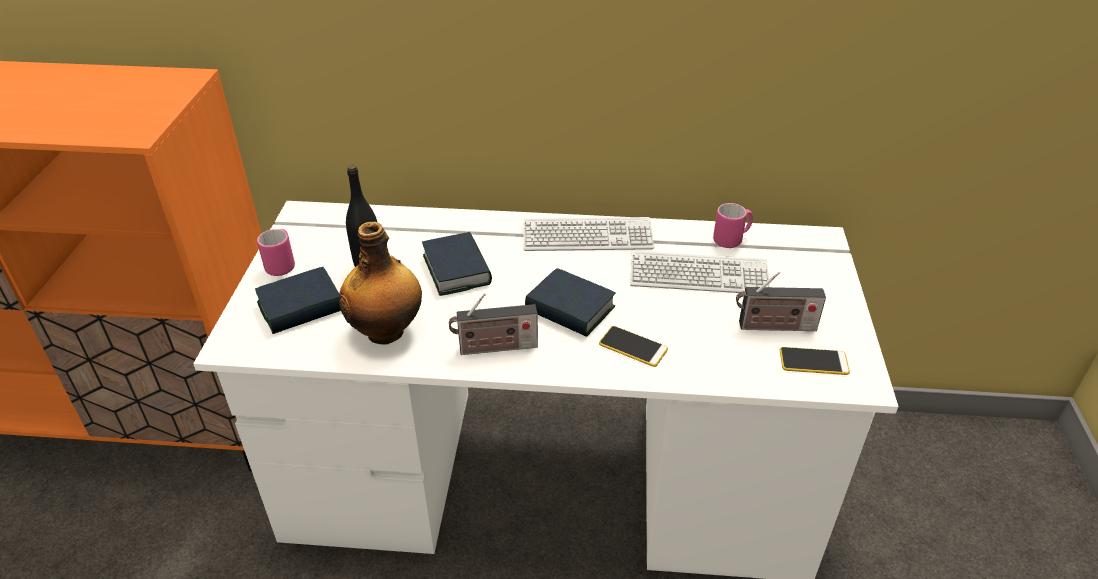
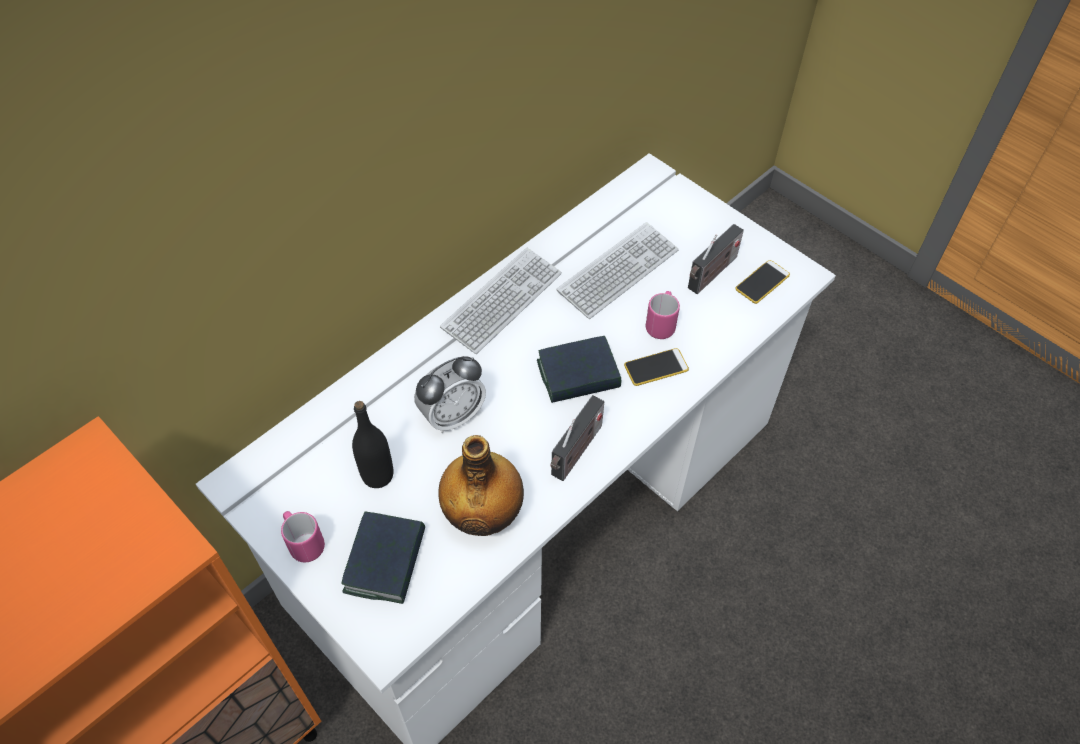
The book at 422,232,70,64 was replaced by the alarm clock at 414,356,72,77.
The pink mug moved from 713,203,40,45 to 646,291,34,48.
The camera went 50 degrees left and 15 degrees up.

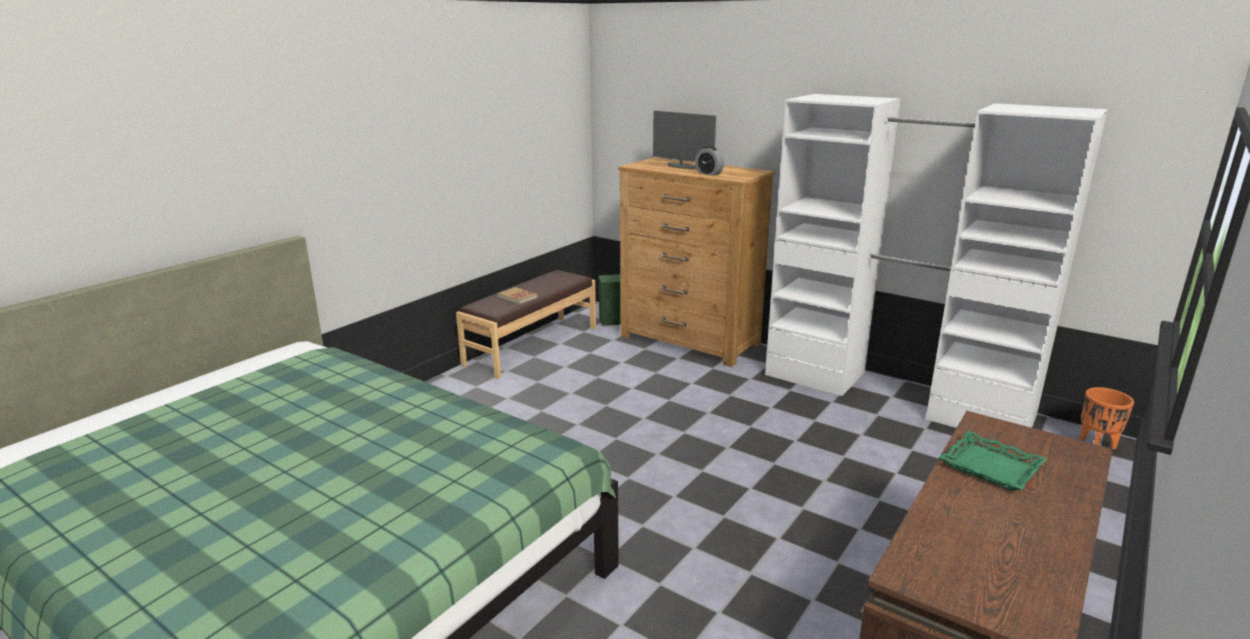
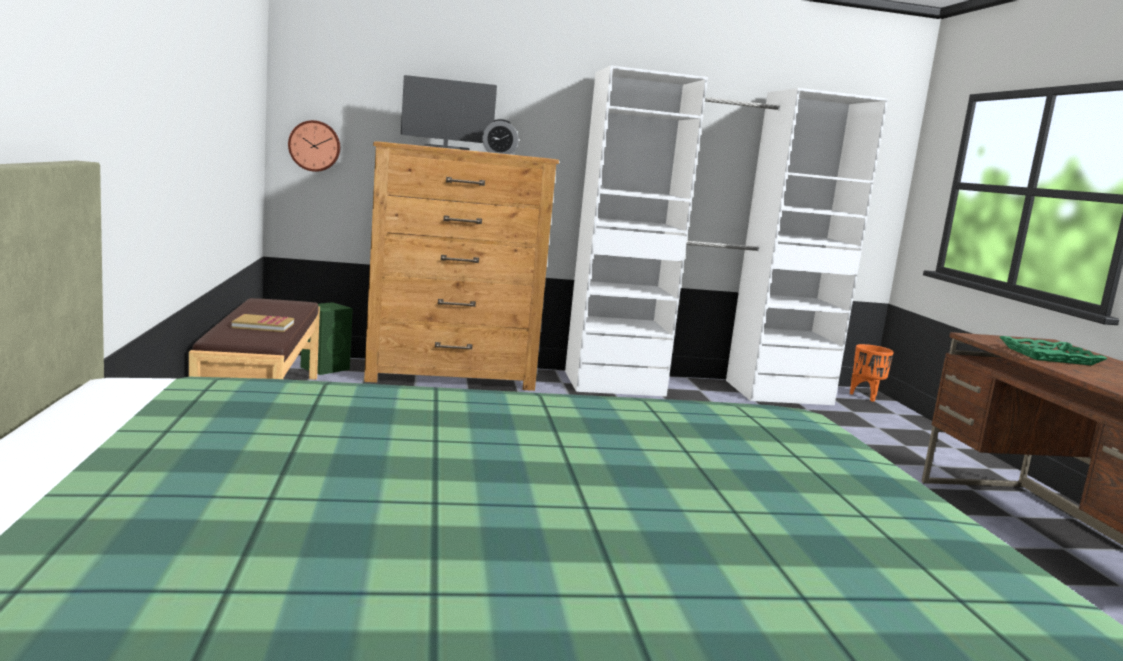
The wall clock at 288,120,52,52 appeared.
The camera went 45 degrees left and 10 degrees down.

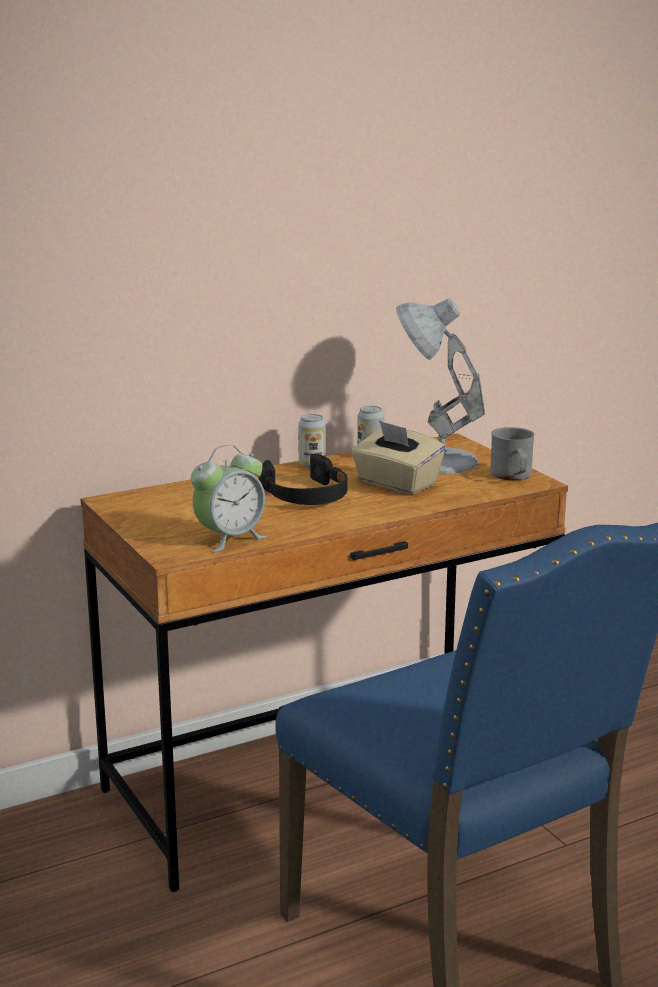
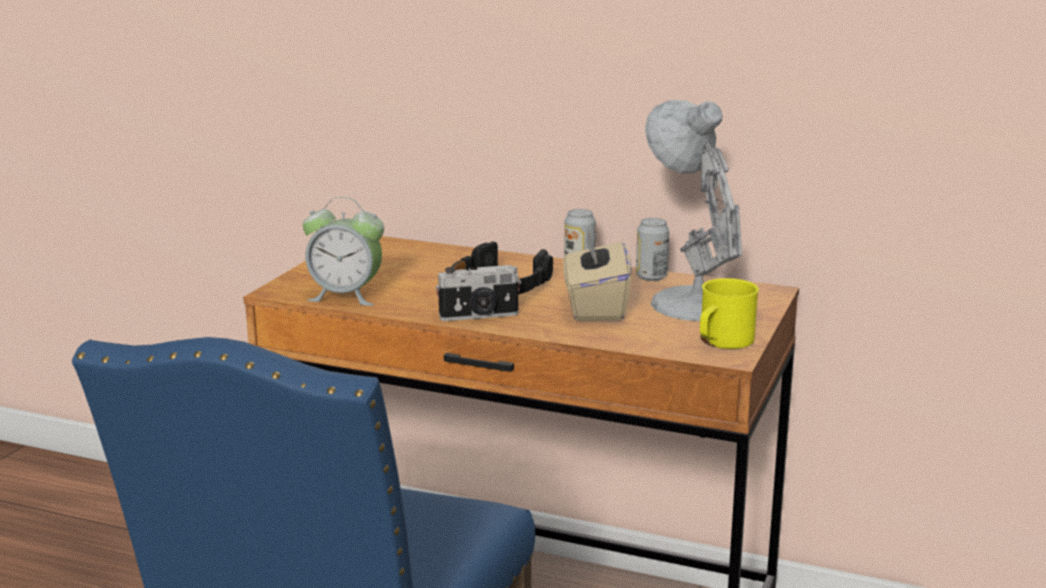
The photo camera at 435,265,86,56 appeared.
The grey mug at 490,427,45,53 became the yellow mug at 700,278,59,71.
The camera went 50 degrees right and 0 degrees up.

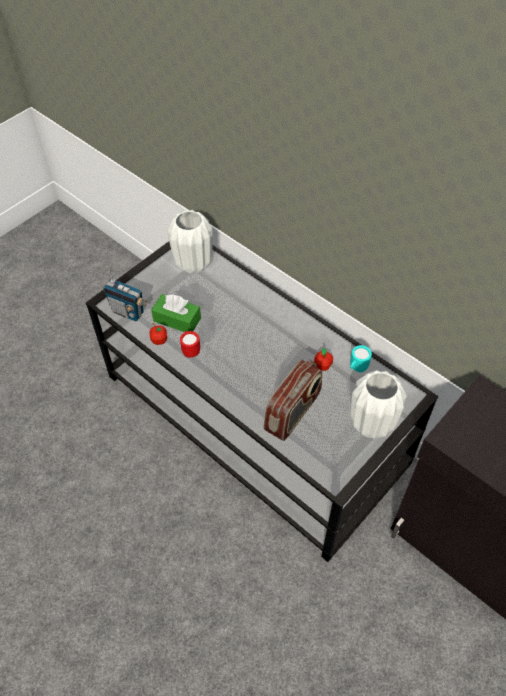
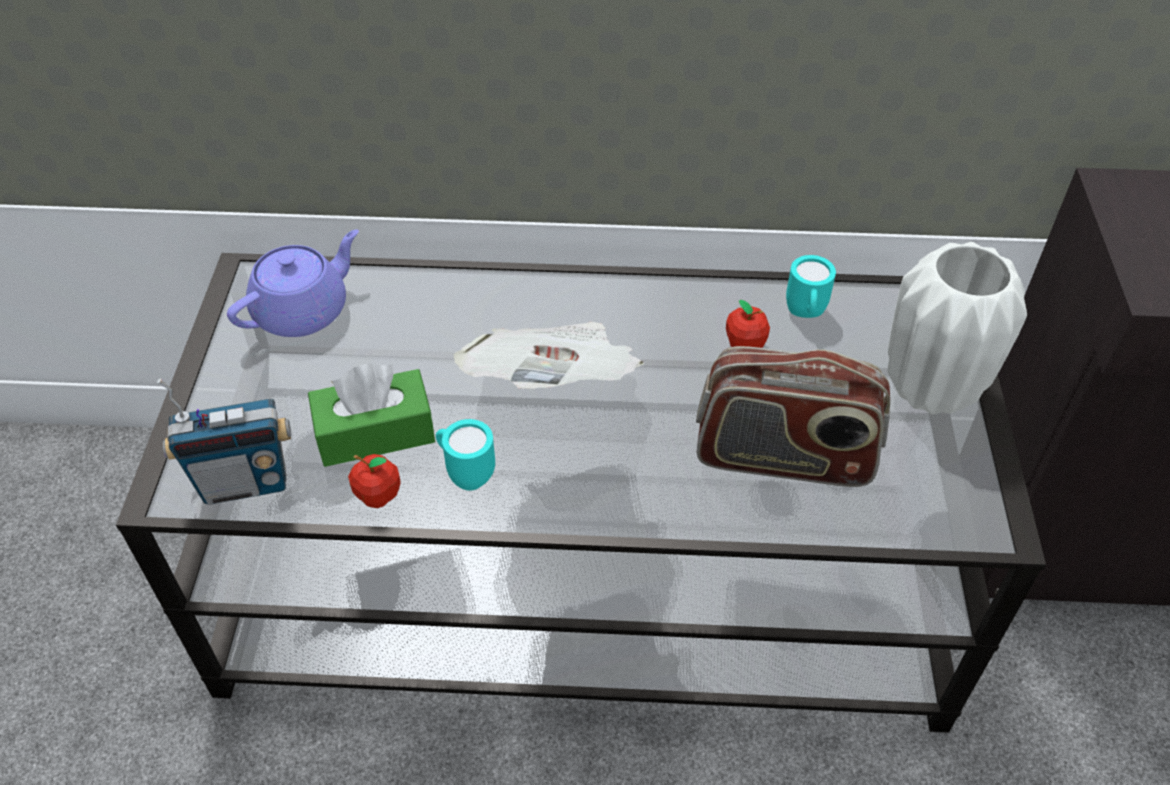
The white vase at 167,210,46,64 was replaced by the purple teapot at 227,229,132,108.
The red mug at 180,331,20,27 became the turquoise mug at 436,419,59,72.
The newspaper at 453,322,191,67 appeared.
The radio at 264,359,58,82 turned 105 degrees clockwise.
The camera went 40 degrees left and 5 degrees down.

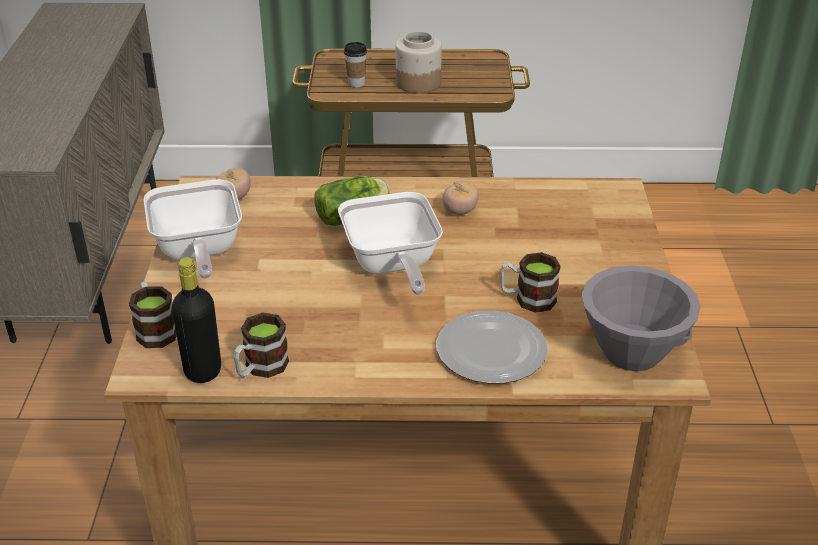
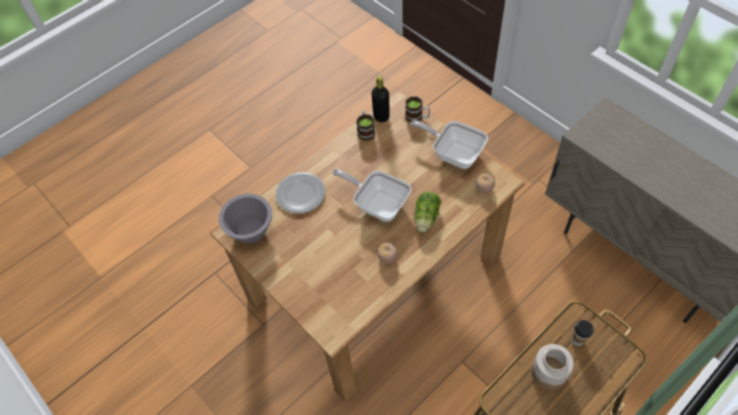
The mug at 500,252,61,61 disappeared.
The camera went 140 degrees right and 20 degrees up.

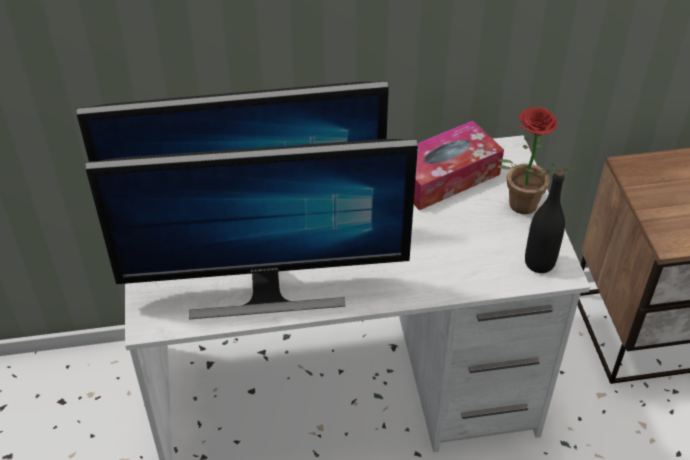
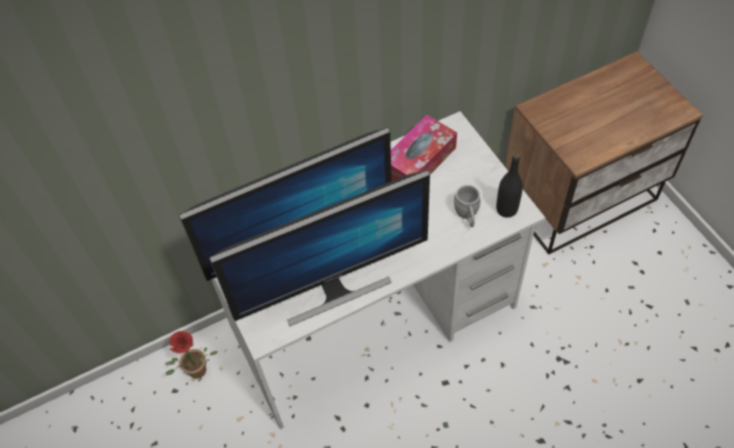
The potted plant moved from 497,107,80,107 to 166,331,52,48.
The grey mug at 454,185,27,42 appeared.
The camera went 15 degrees left and 10 degrees up.

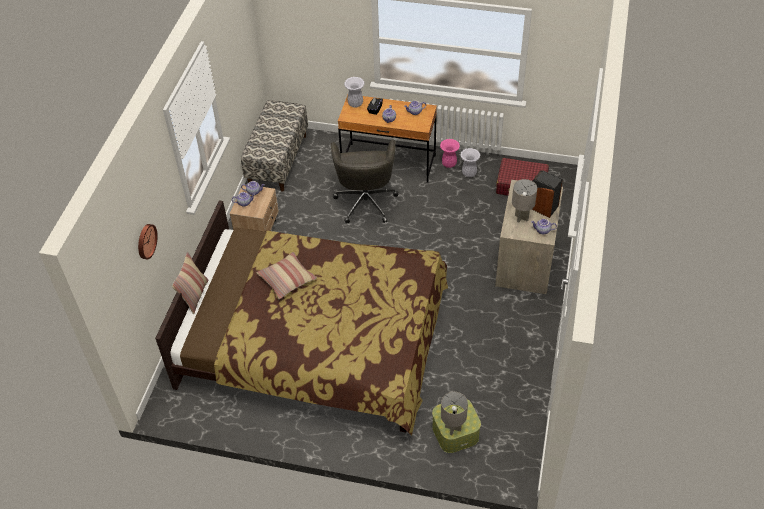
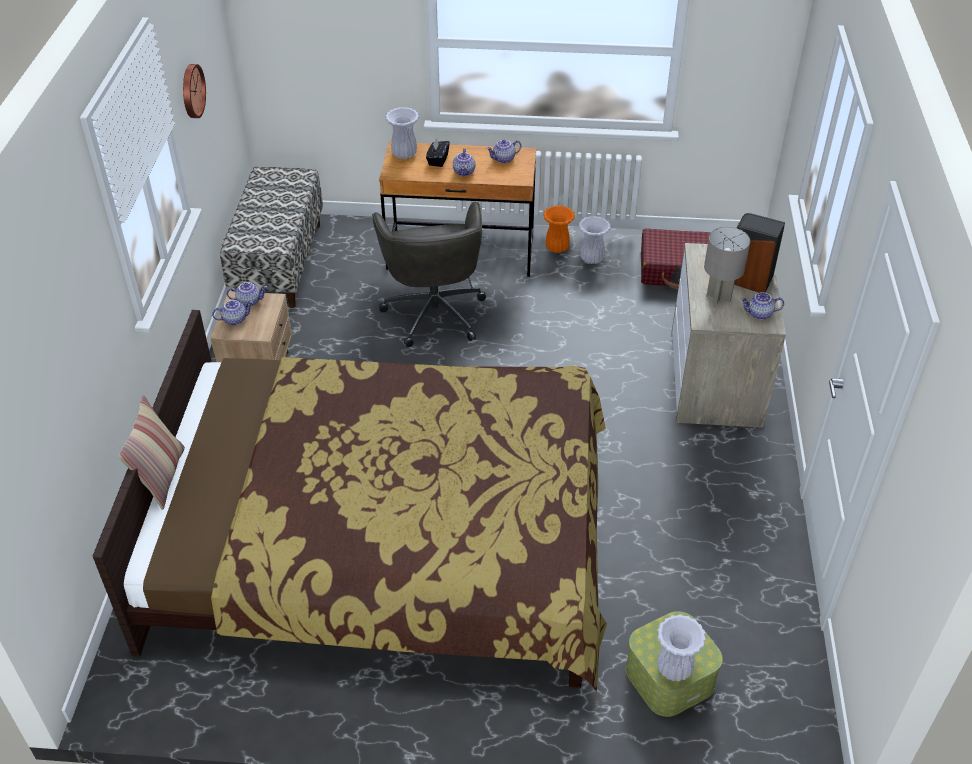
The wall clock moved from 138,224,20,35 to 183,64,23,54.
The pink vase at 440,139,20,29 became the orange vase at 543,205,32,48.
The grey table lamp at 441,392,27,43 was replaced by the white vase at 657,615,49,66.
The pillow at 256,252,61,47 disappeared.
The camera went 10 degrees left and 5 degrees down.

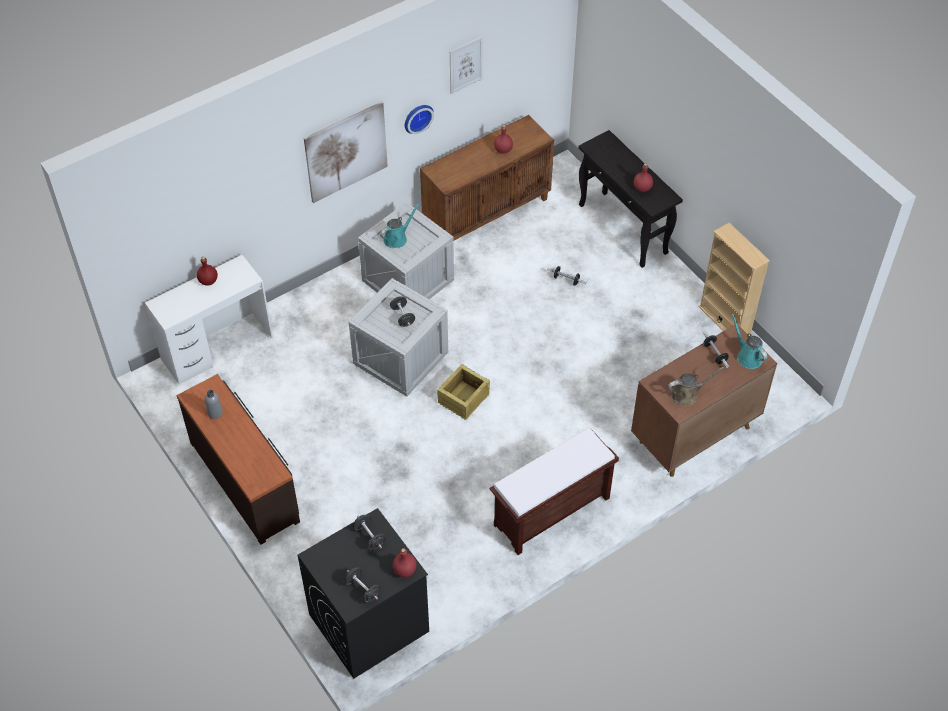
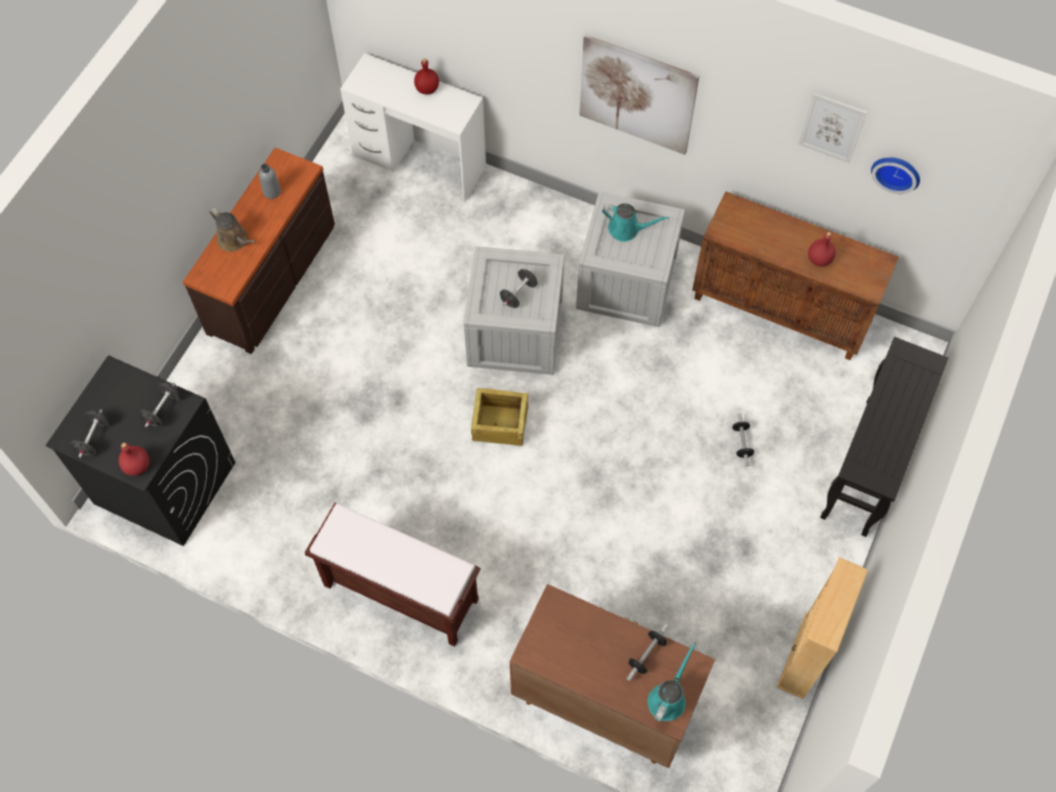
The brown watering can moved from 668,367,56,39 to 209,208,46,44.
The wall clock moved from 405,105,29,29 to 871,157,49,37.
The red bottle at 634,163,19,29 disappeared.
The camera went 60 degrees right and 10 degrees up.

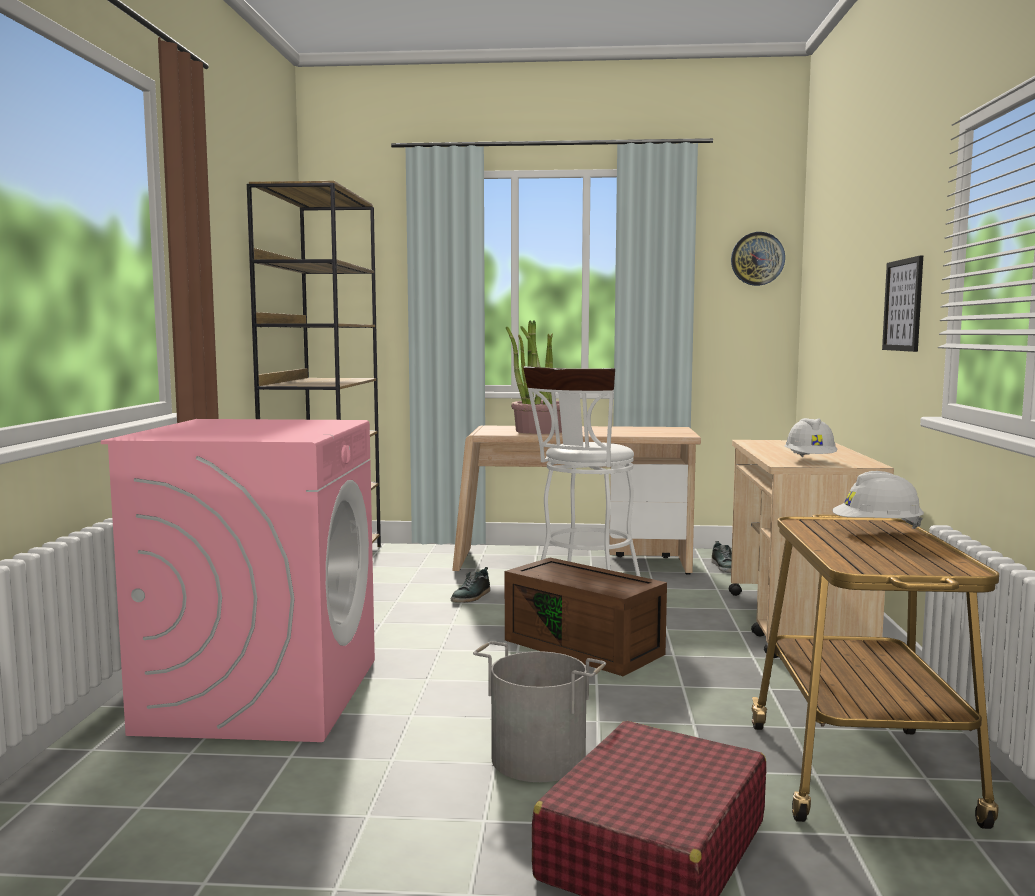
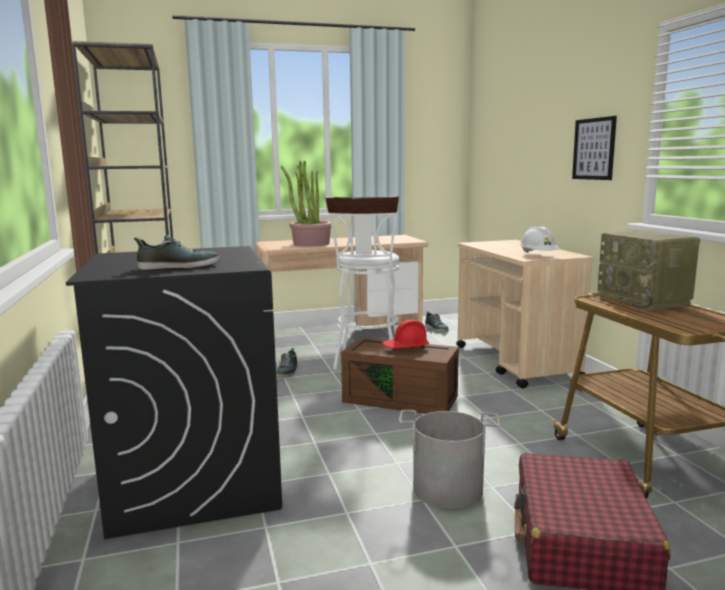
The pink washing machine at 101,419,274,323 became the black washing machine at 66,246,216,293.
The shoe at 134,235,86,35 appeared.
The red hard hat at 382,320,47,29 appeared.
The white hard hat at 832,471,92,58 was replaced by the radio at 598,230,102,80.
The wall clock at 731,232,54,54 disappeared.
The camera went 20 degrees left and 5 degrees up.

